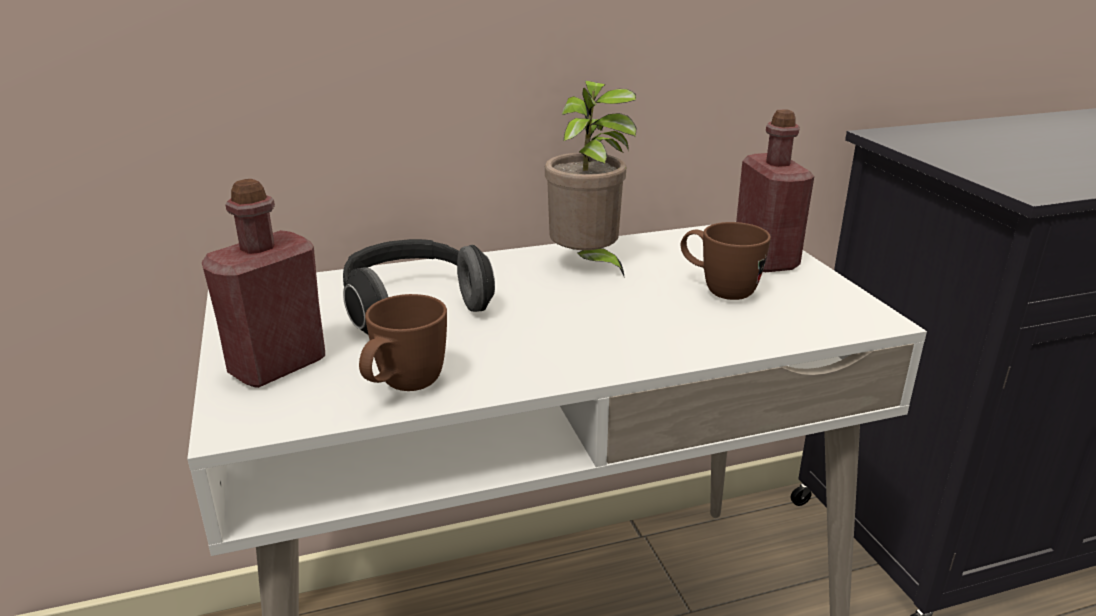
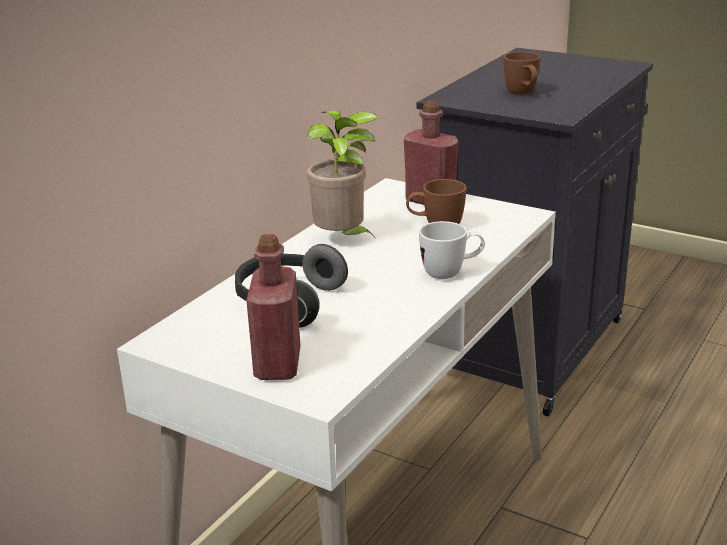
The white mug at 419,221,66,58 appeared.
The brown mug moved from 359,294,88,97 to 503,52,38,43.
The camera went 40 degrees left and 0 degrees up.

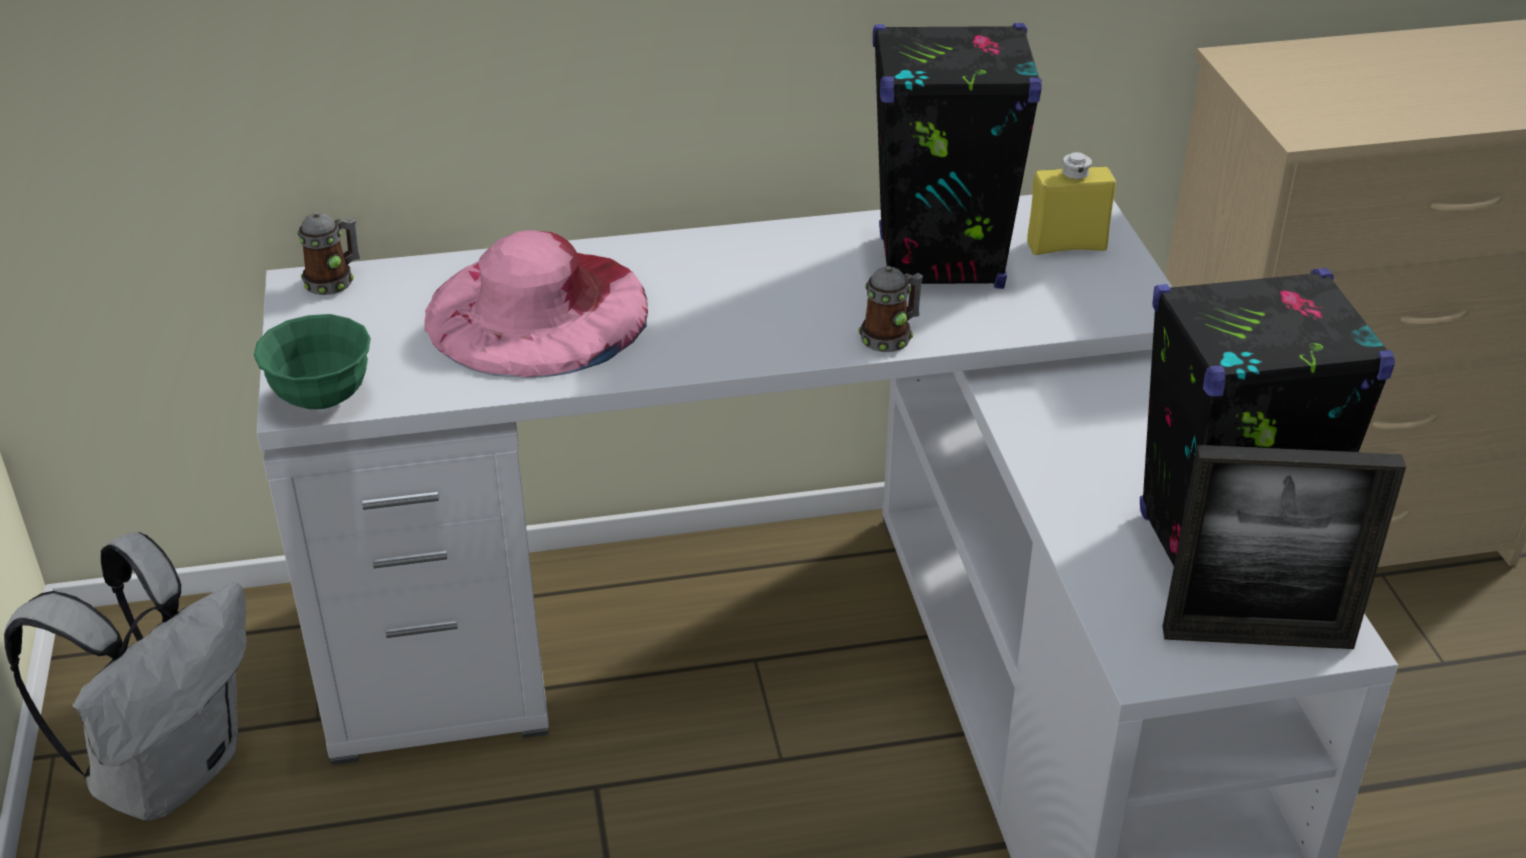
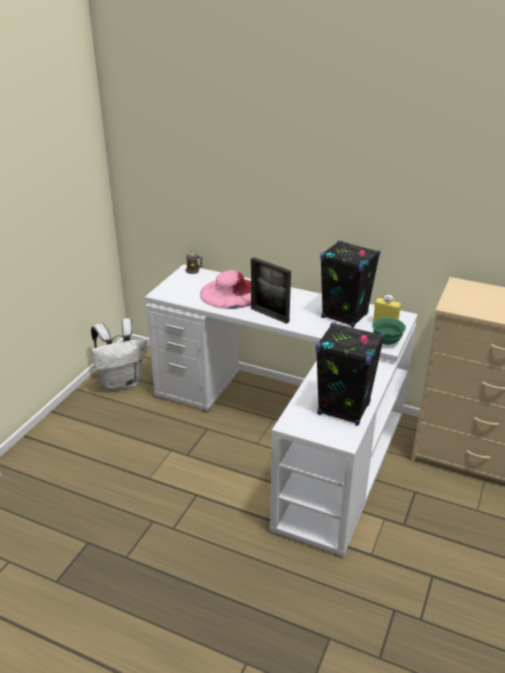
The picture frame moved from 1162,445,244,204 to 251,257,40,67.
The green bowl moved from 254,314,117,95 to 372,317,34,28.
The mug at 858,266,65,86 disappeared.
The camera went 35 degrees right and 5 degrees down.

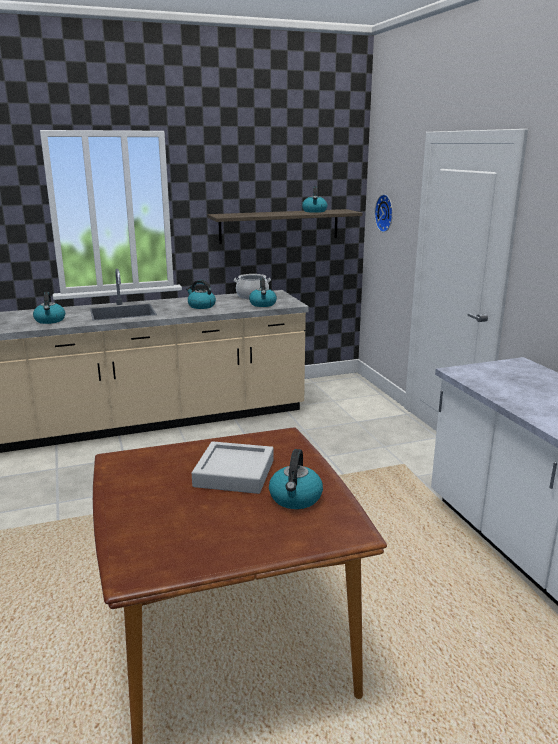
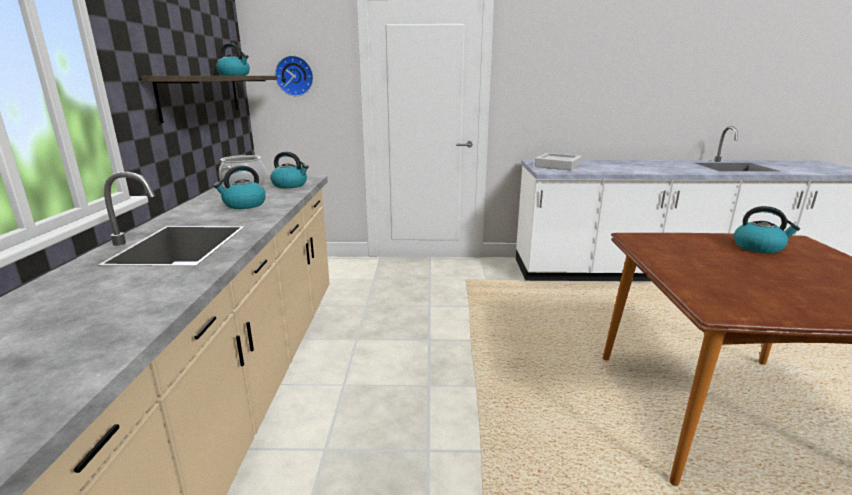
The grey tray moved from 192,441,82,53 to 535,153,47,18.
The kettle at 33,292,32,32 disappeared.
The camera went 70 degrees left and 0 degrees up.

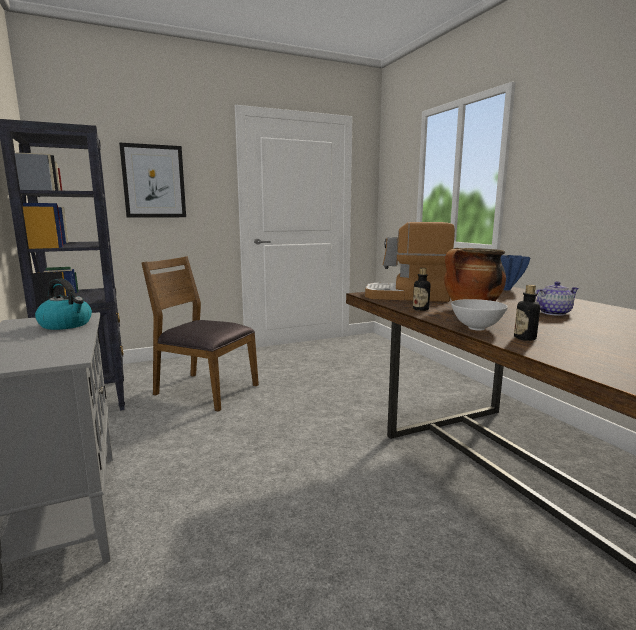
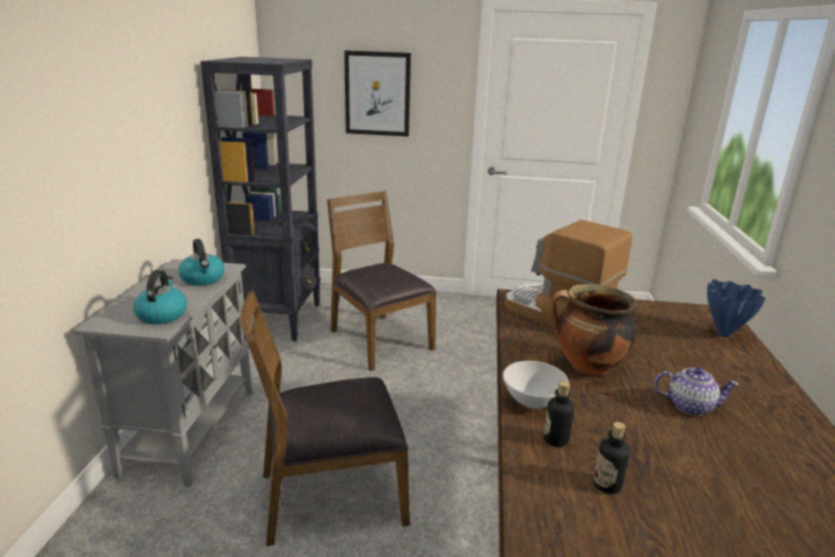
The kettle at 133,270,54,54 appeared.
The brown chair at 240,291,170,255 appeared.
The bottle moved from 413,268,18,43 to 593,422,37,72.
The camera went 30 degrees right and 10 degrees up.

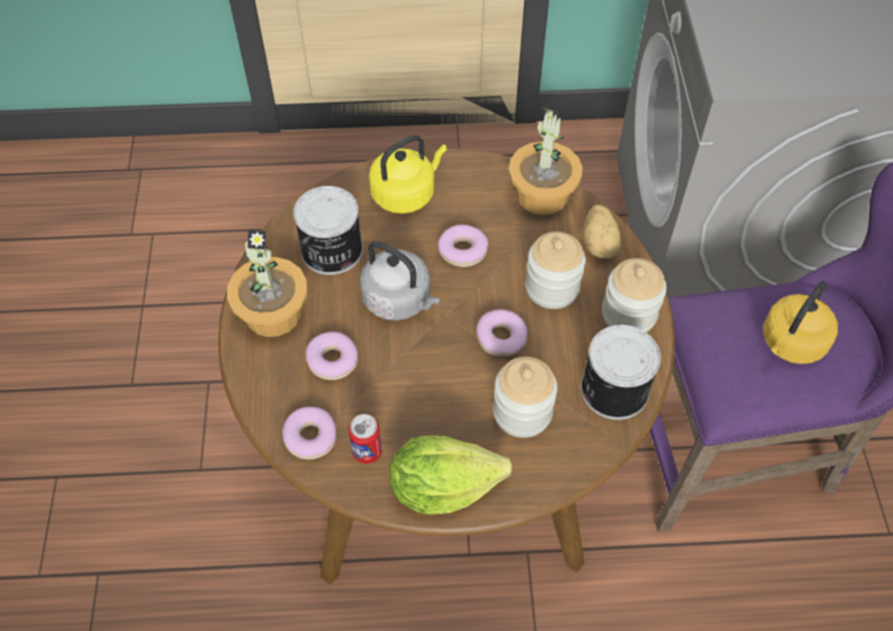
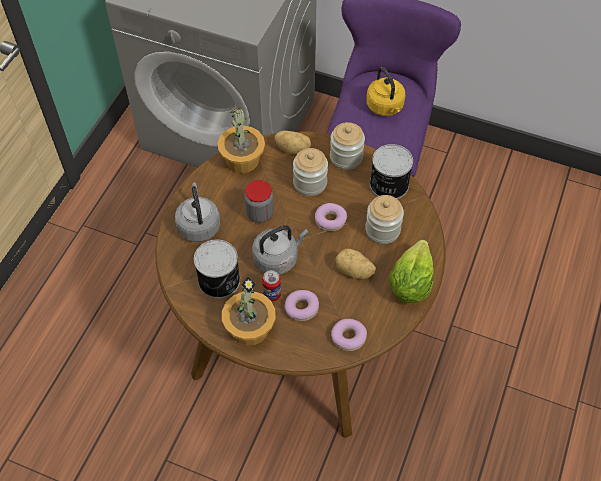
The yellow kettle at 369,135,78,79 became the grey kettle at 175,182,45,60.
The donut at 438,224,50,43 was replaced by the jar at 244,180,30,43.
The can moved from 348,414,34,50 to 262,270,19,32.
The potato at 335,249,41,30 appeared.
The camera went 65 degrees left and 0 degrees up.

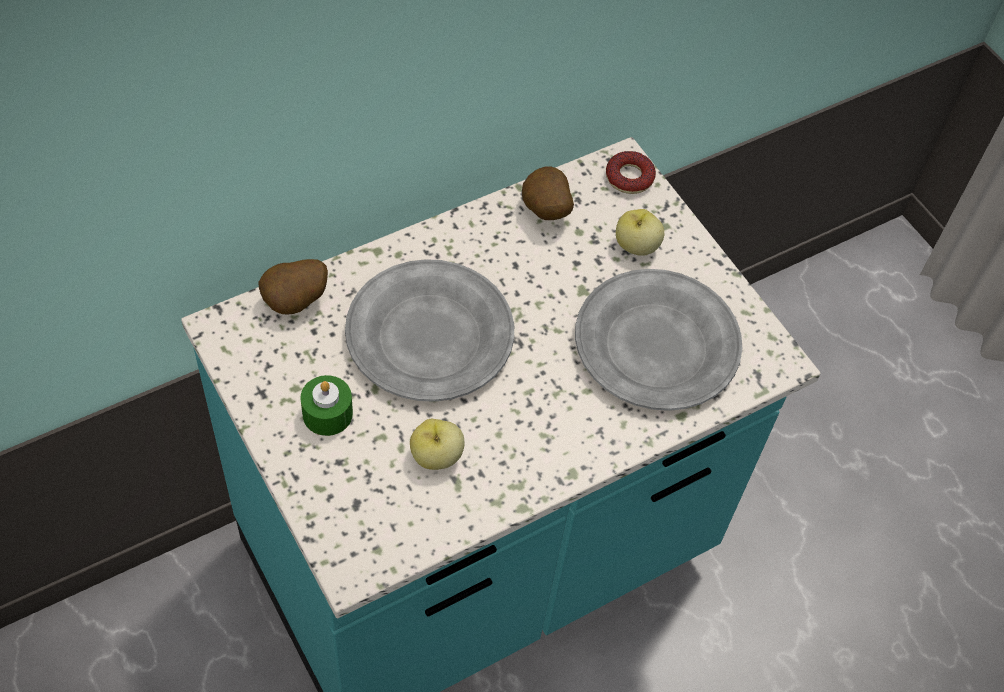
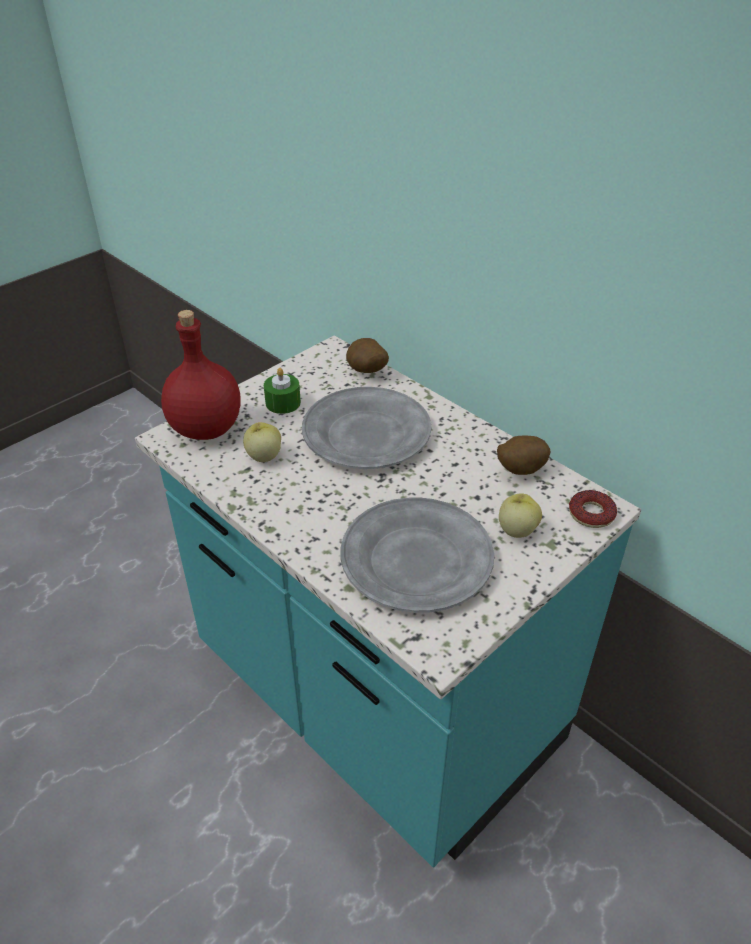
The red bottle at 161,310,80,130 appeared.
The camera went 80 degrees right and 15 degrees down.

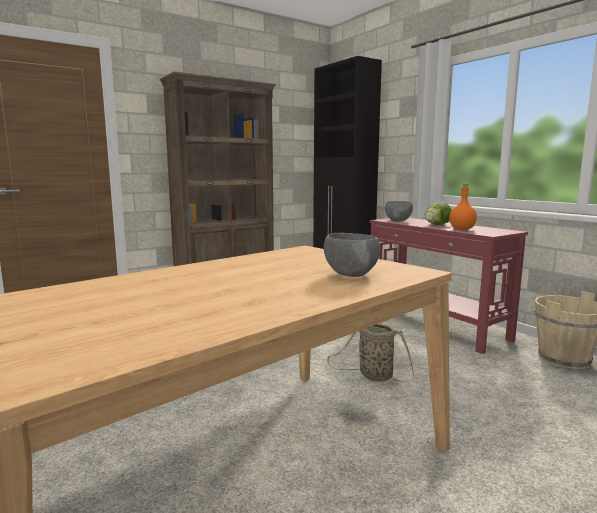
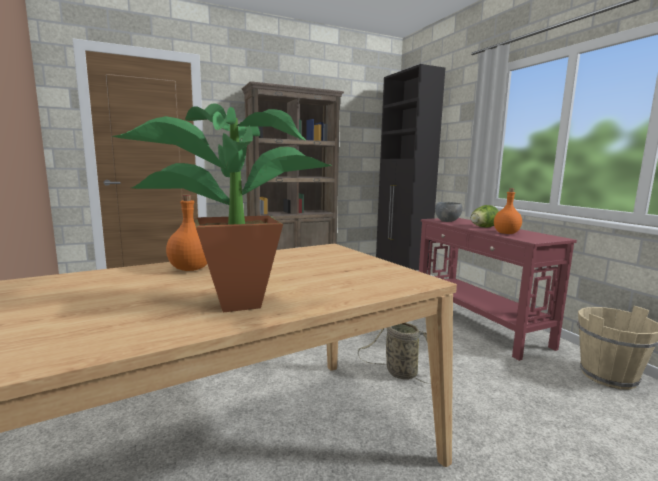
The potted plant at 112,104,220,208 appeared.
The orange bottle at 166,195,41,76 appeared.
The grey bowl at 324,233,56,44 disappeared.
The camera went 10 degrees right and 0 degrees up.

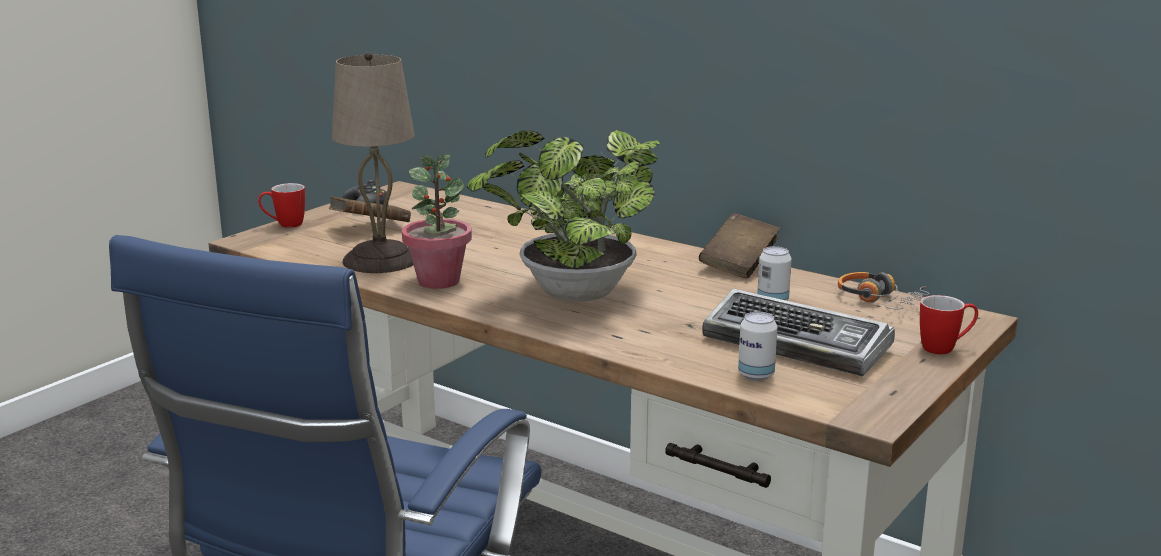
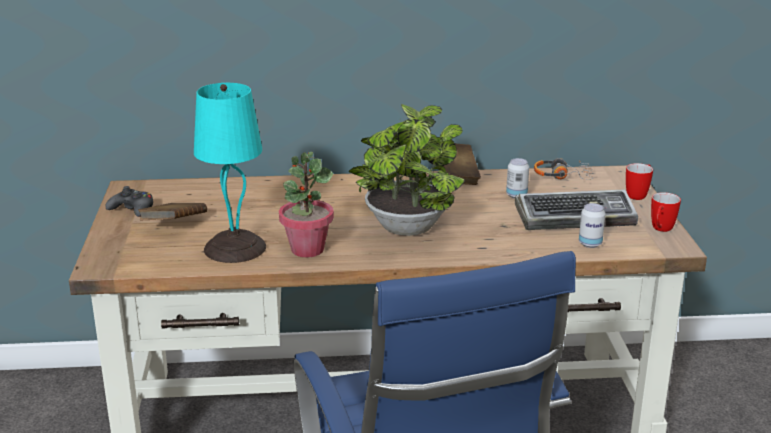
The beige table lamp at 332,52,83,221 became the turquoise table lamp at 194,83,72,180.
The mug moved from 258,183,47,45 to 651,192,30,40.
The camera went 40 degrees left and 5 degrees up.

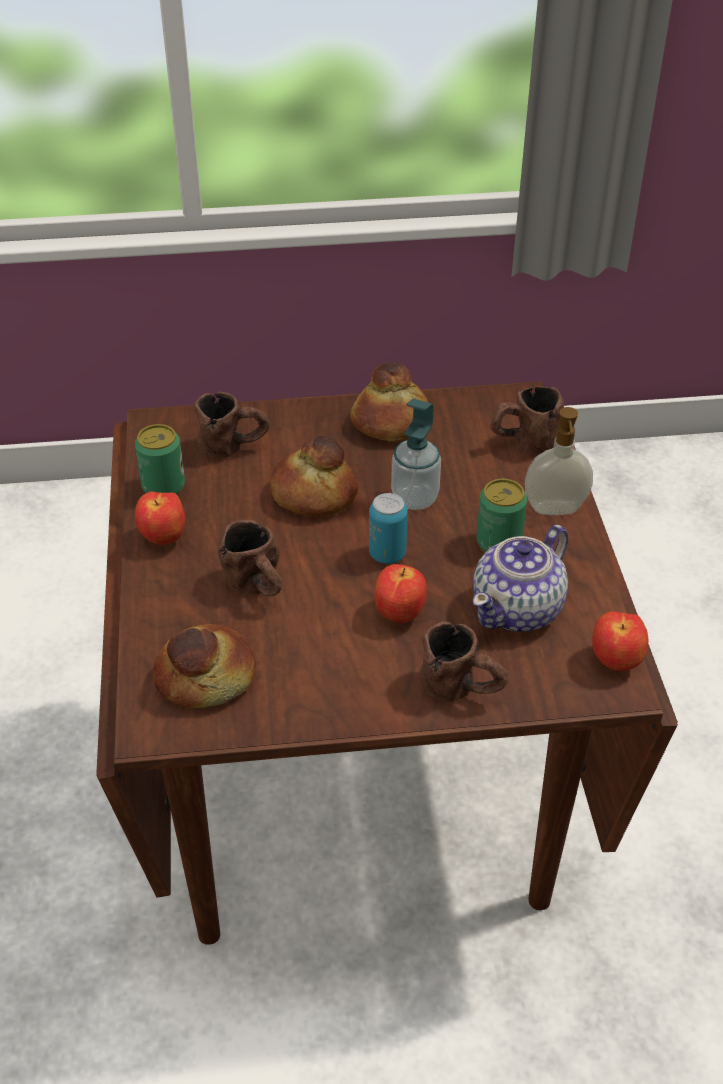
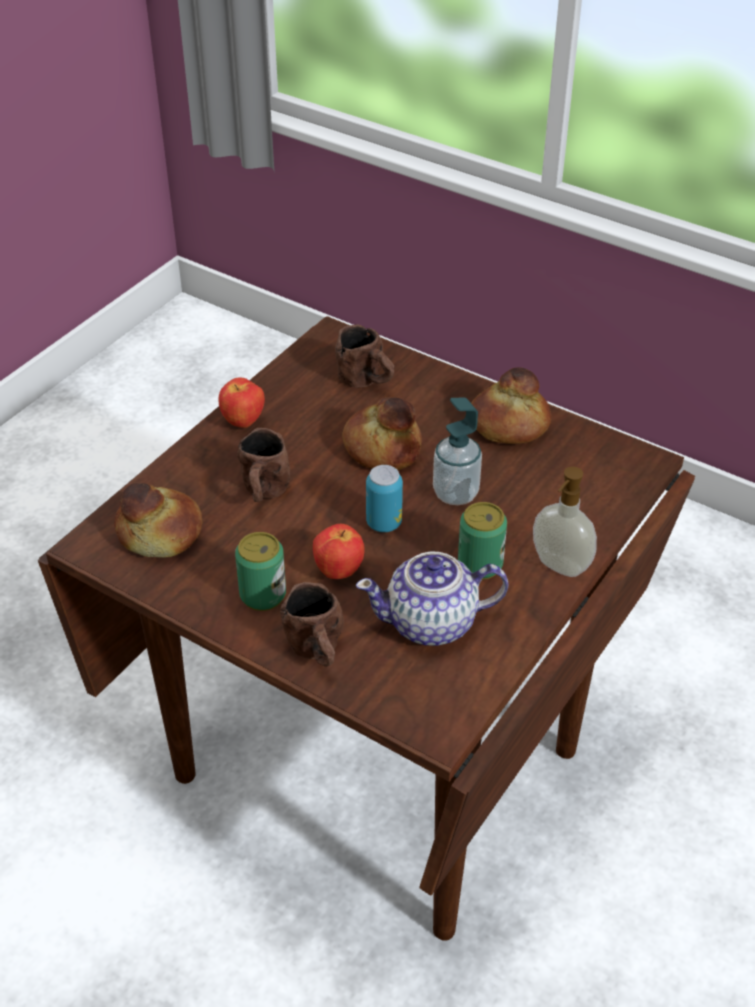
The can moved from 135,424,50,71 to 235,532,51,79.
The brown mug at 490,386,74,68 disappeared.
The apple at 592,611,56,60 disappeared.
The camera went 40 degrees right and 0 degrees up.

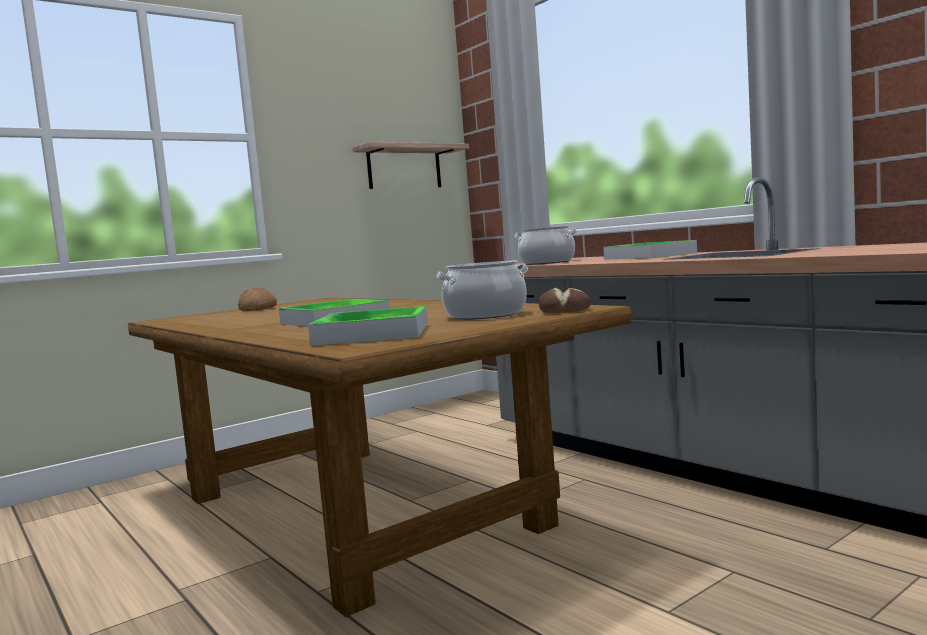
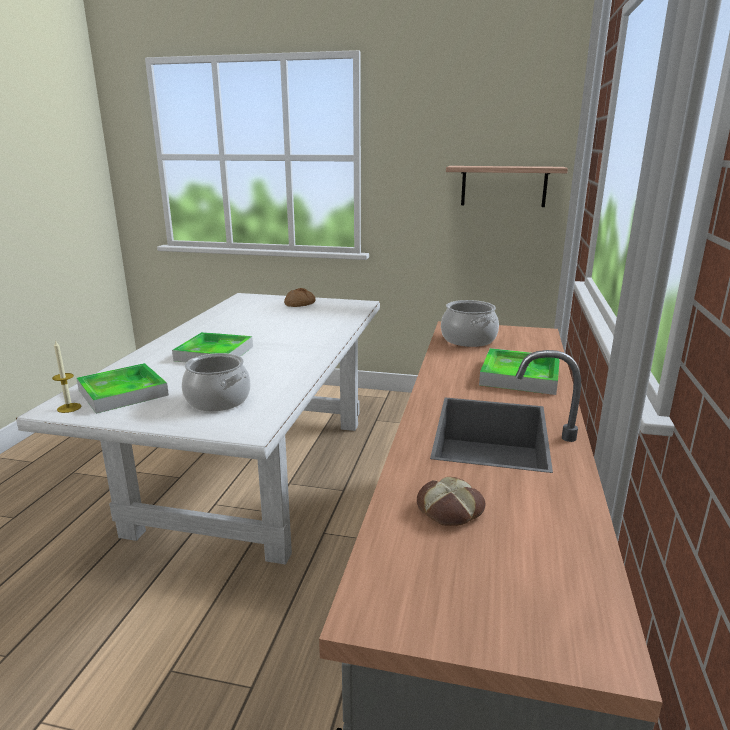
The brown dining table at 128,298,503,319 became the white dining table at 16,293,364,272.
The candle at 52,340,30,73 appeared.
The bread moved from 539,288,52,25 to 417,477,68,49.
The camera went 50 degrees right and 15 degrees up.

